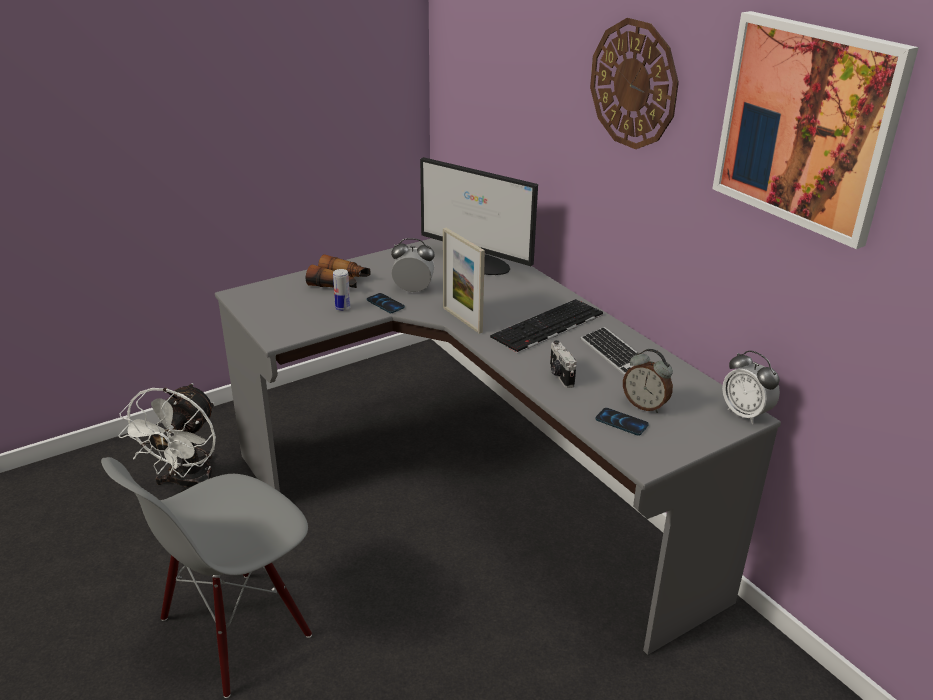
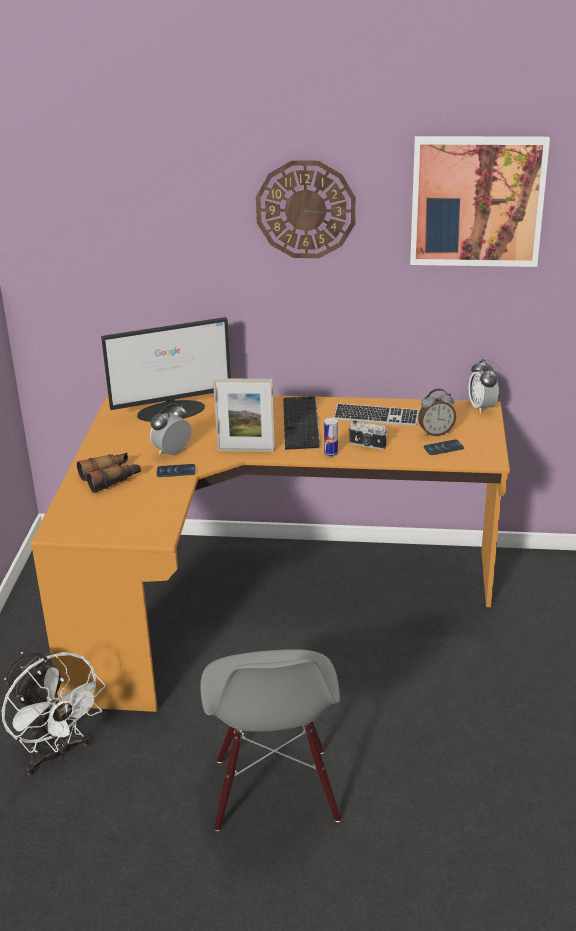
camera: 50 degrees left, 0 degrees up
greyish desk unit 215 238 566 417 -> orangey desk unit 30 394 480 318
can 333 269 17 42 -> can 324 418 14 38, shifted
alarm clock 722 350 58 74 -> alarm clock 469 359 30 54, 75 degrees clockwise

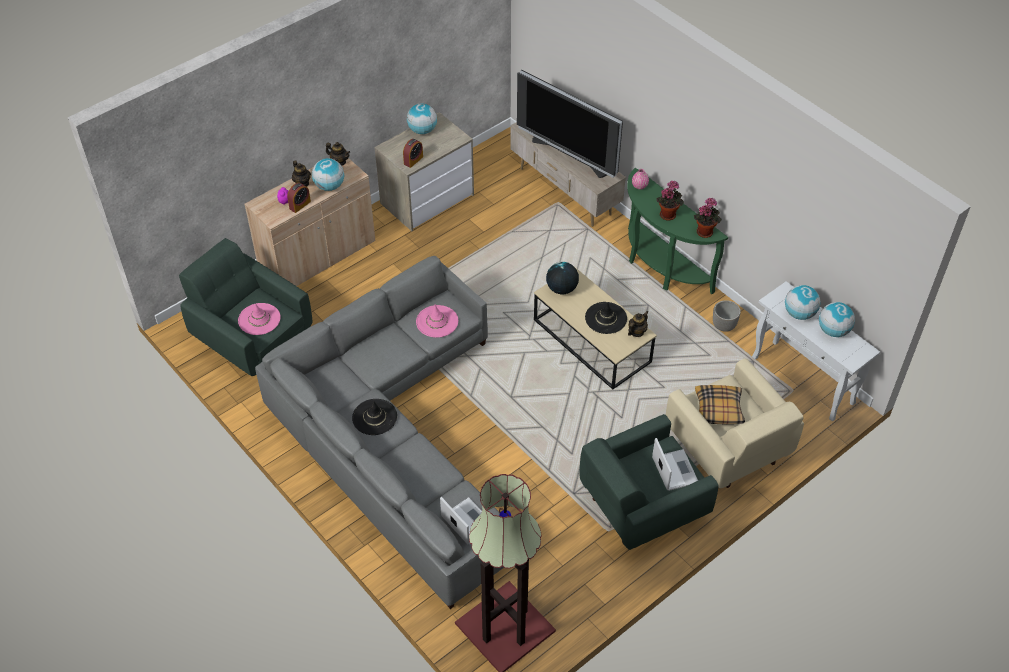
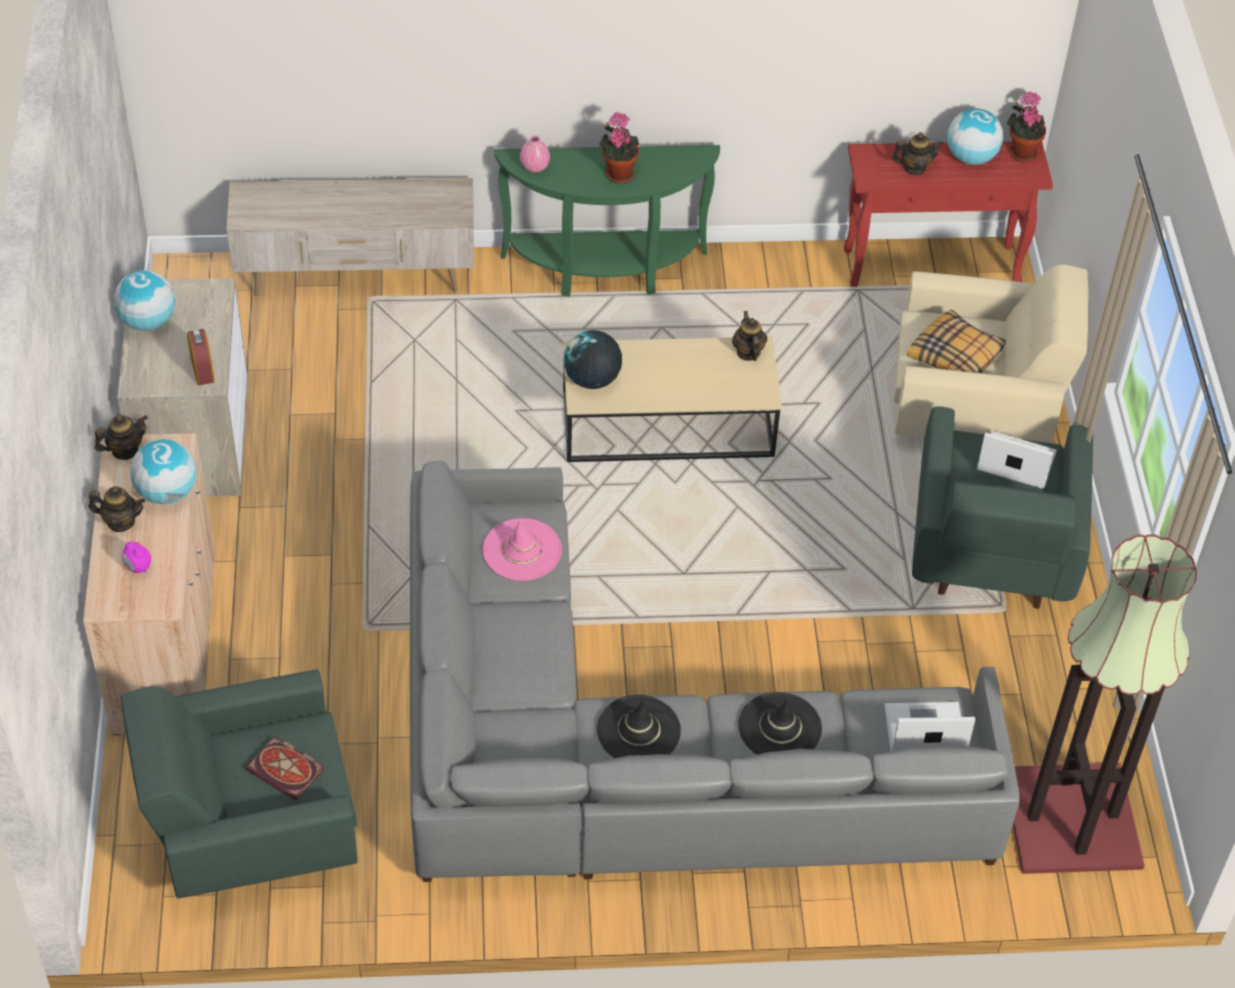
camera: 55 degrees left, 0 degrees up
TV 517 70 106 108 -> none
alarm clock 287 183 24 30 -> none
potted plant 694 198 27 40 -> potted plant 1007 91 39 71, shifted
white-coloured console table 752 281 128 140 -> red console table 844 141 209 146
world globe 785 285 36 35 -> pot for tea 891 132 52 43
plant pot 713 300 28 32 -> none
blackish wearable hat 585 302 42 32 -> blackish wearable hat 738 692 84 63, shifted
pink wearable hat 238 303 43 32 -> volume 245 736 79 65

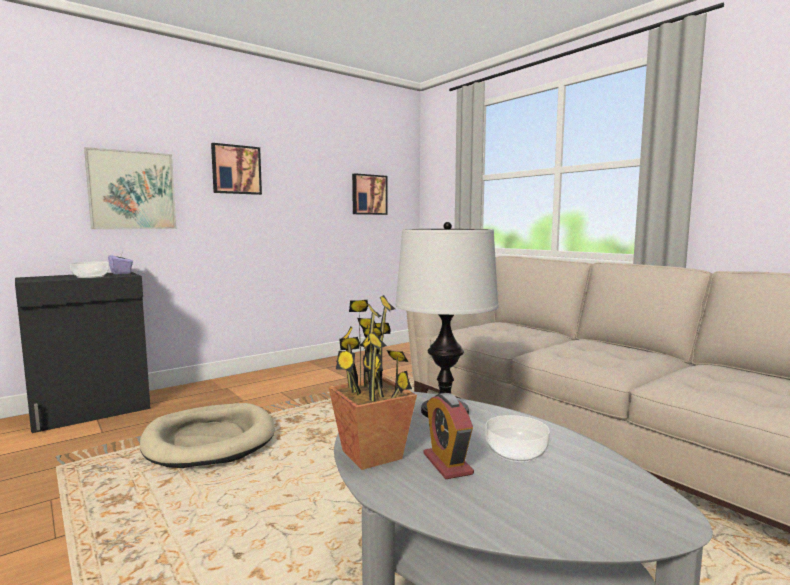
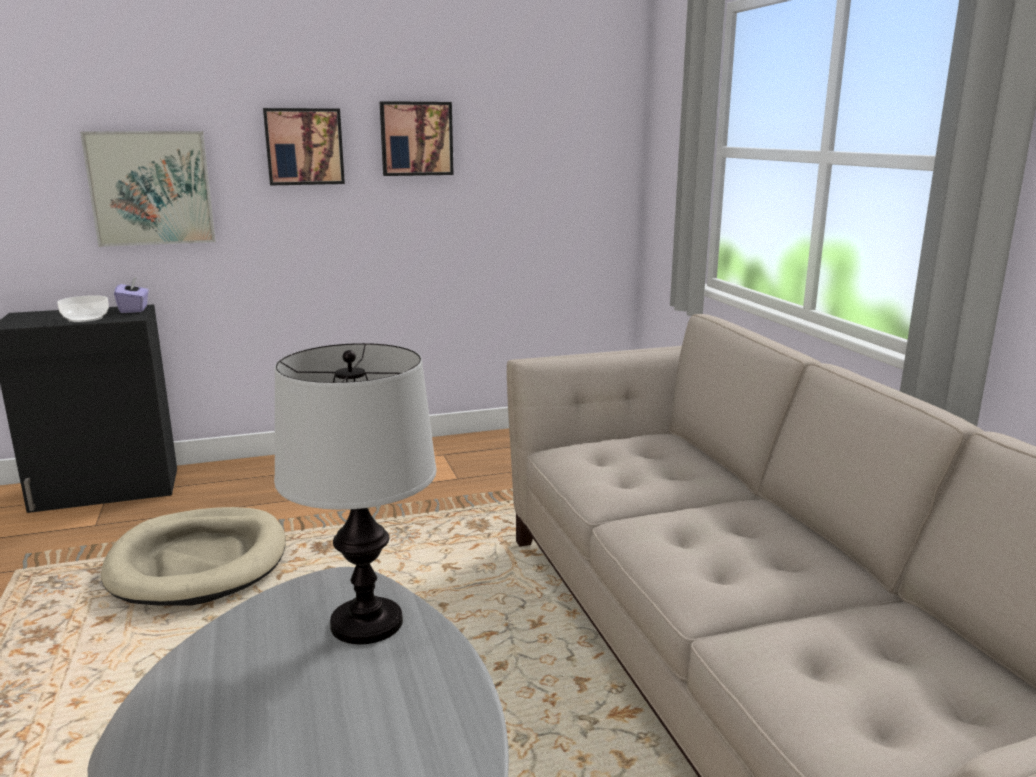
camera: 20 degrees right, 10 degrees up
picture 352 173 36 42 -> picture 380 101 74 75, shifted
potted plant 329 295 88 175 -> none
alarm clock 424 393 50 86 -> none
bowl 485 415 65 48 -> none

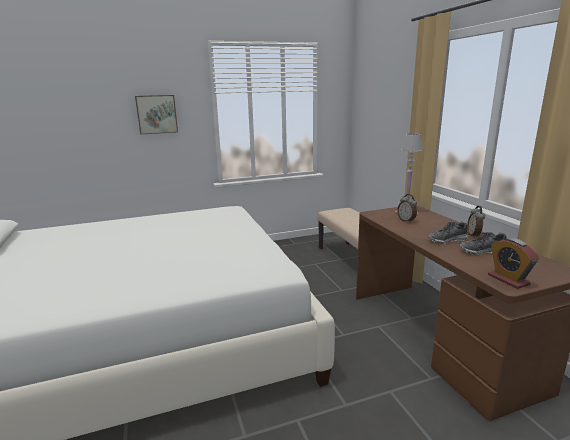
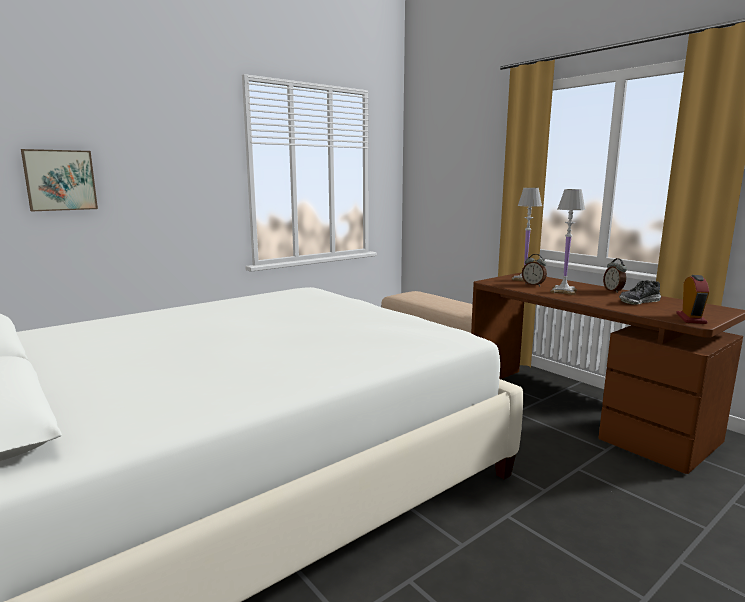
camera: 20 degrees left, 5 degrees down
picture 135 95 43 40 -> picture 21 149 77 62, shifted
low shoe 428 222 41 22 -> none
alarm clock 488 238 51 51 -> alarm clock 676 275 33 49, 120 degrees counterclockwise
none -> white-coloured lamp for a table 551 189 34 106

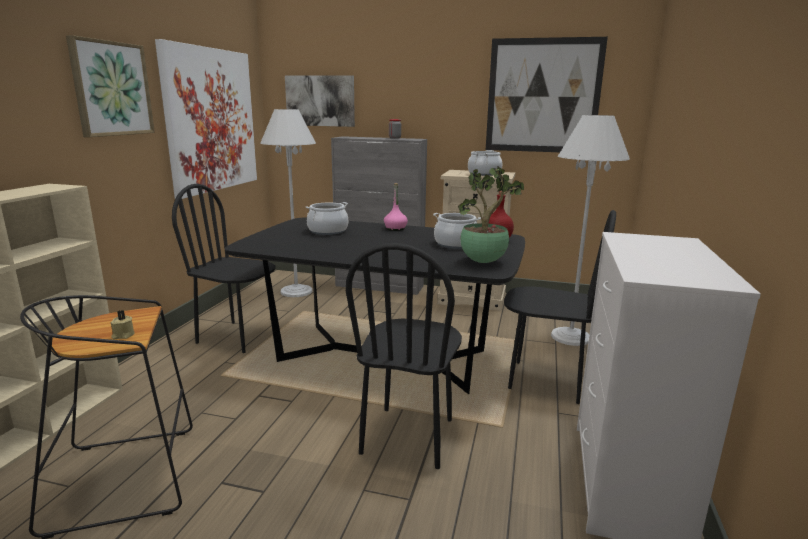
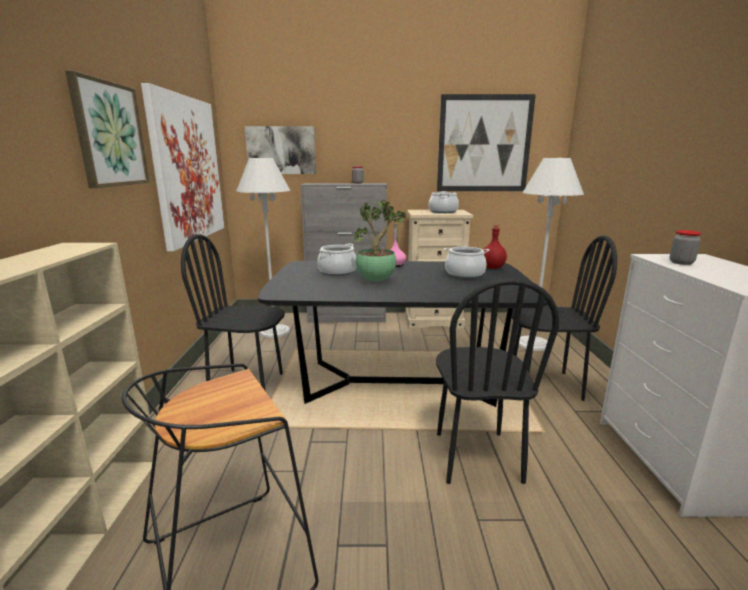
camera: 15 degrees left, 0 degrees up
potted plant 458 166 66 97 -> potted plant 353 200 53 82, shifted
beige-coloured wax candle 111 310 23 30 -> none
none -> preserve jar 670 230 31 35

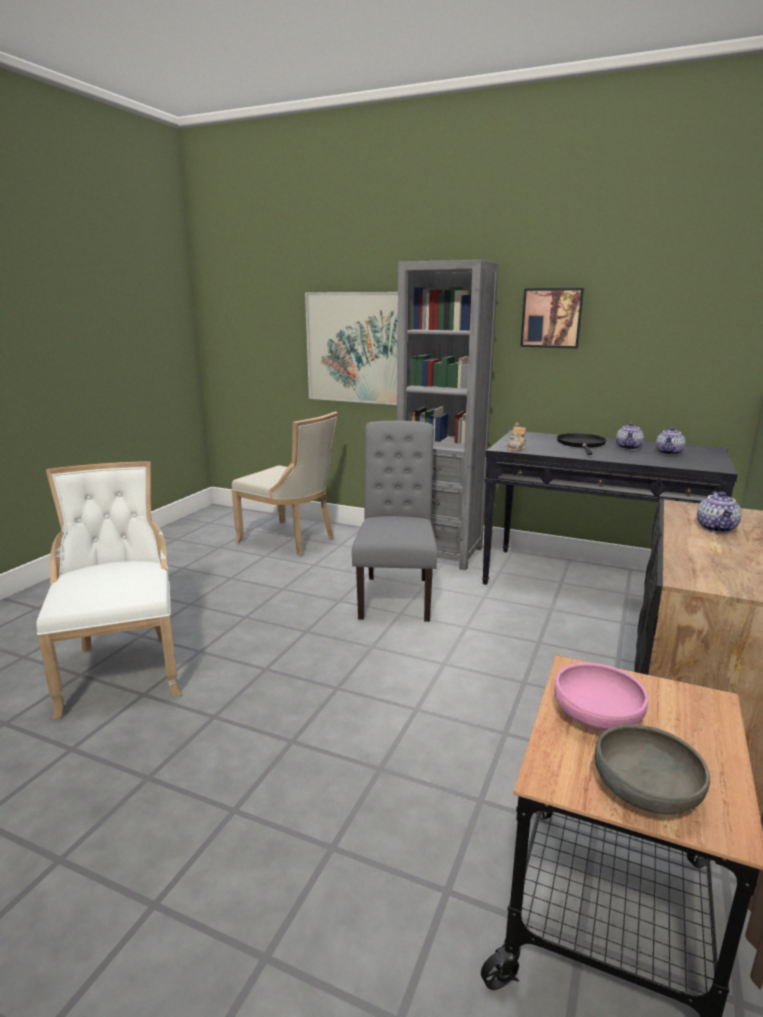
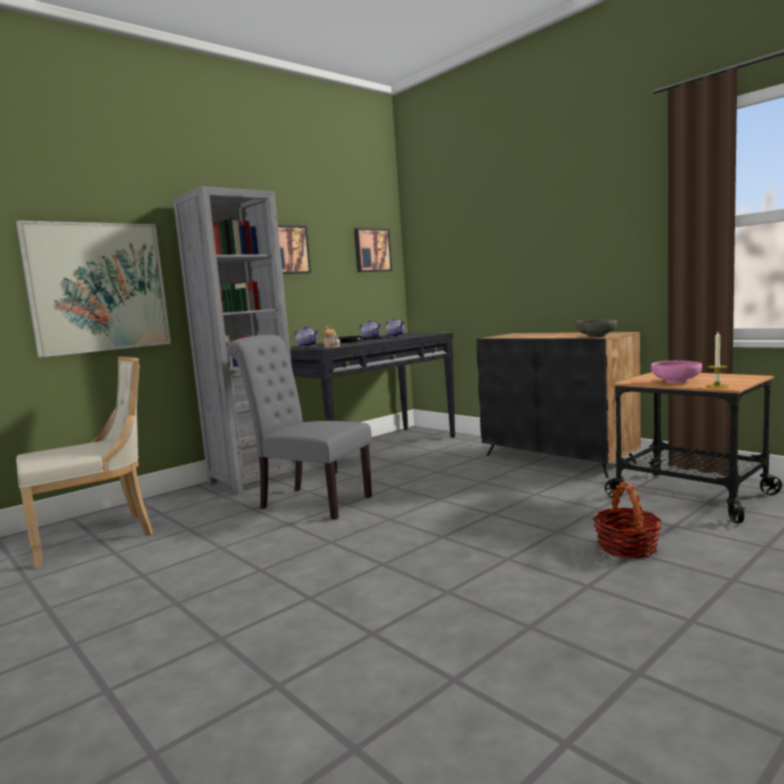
camera: 65 degrees left, 10 degrees down
white-coloured upright chair 36 461 145 258 -> none
pot for tea 697 491 45 42 -> pot for tea 294 326 24 21, shifted
greyish bowl 595 724 115 90 -> greyish bowl 576 319 41 18, shifted
none -> picture 354 228 38 44
none -> wax candle 706 332 23 56
none -> storage basket 592 482 70 77

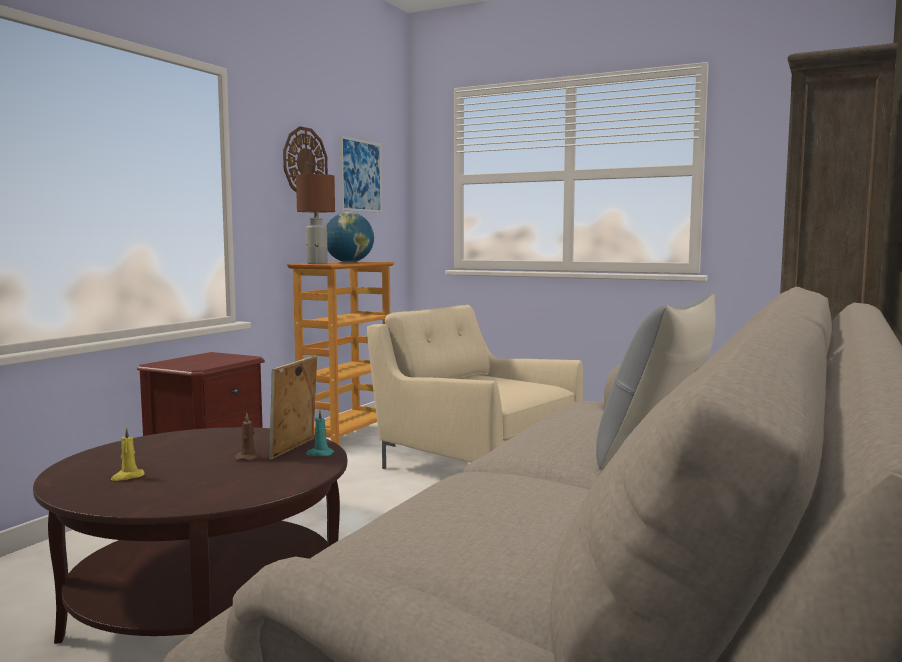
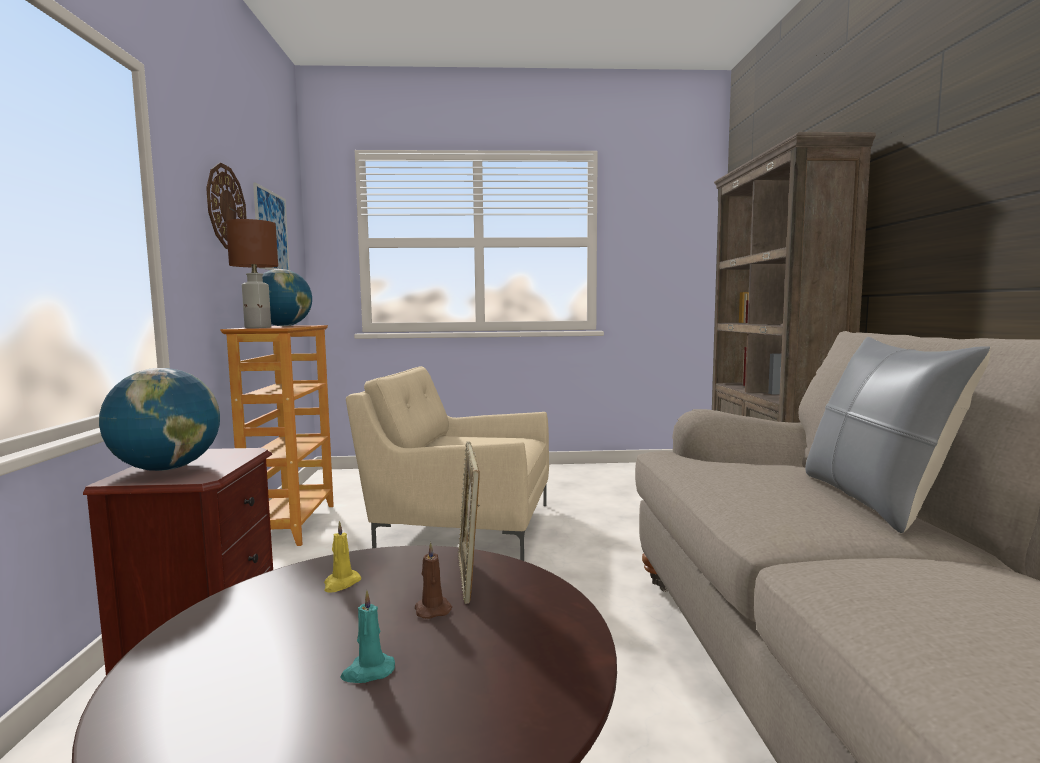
camera: 30 degrees left, 0 degrees up
turquoise wax candle 306 410 28 46 -> turquoise wax candle 341 590 54 93, shifted
yellowish wax candle 111 427 33 54 -> yellowish wax candle 324 521 37 72, shifted
none -> world globe 99 368 121 103

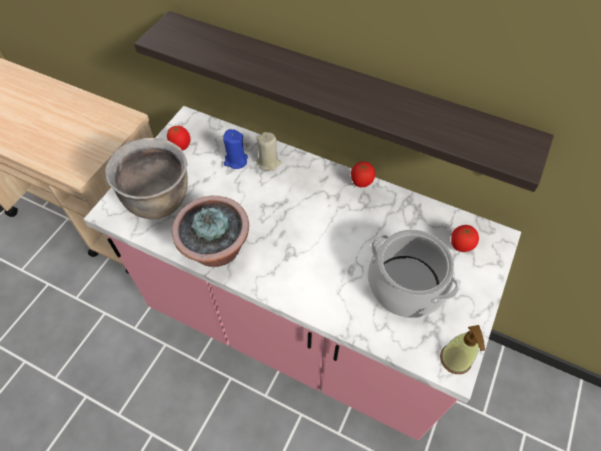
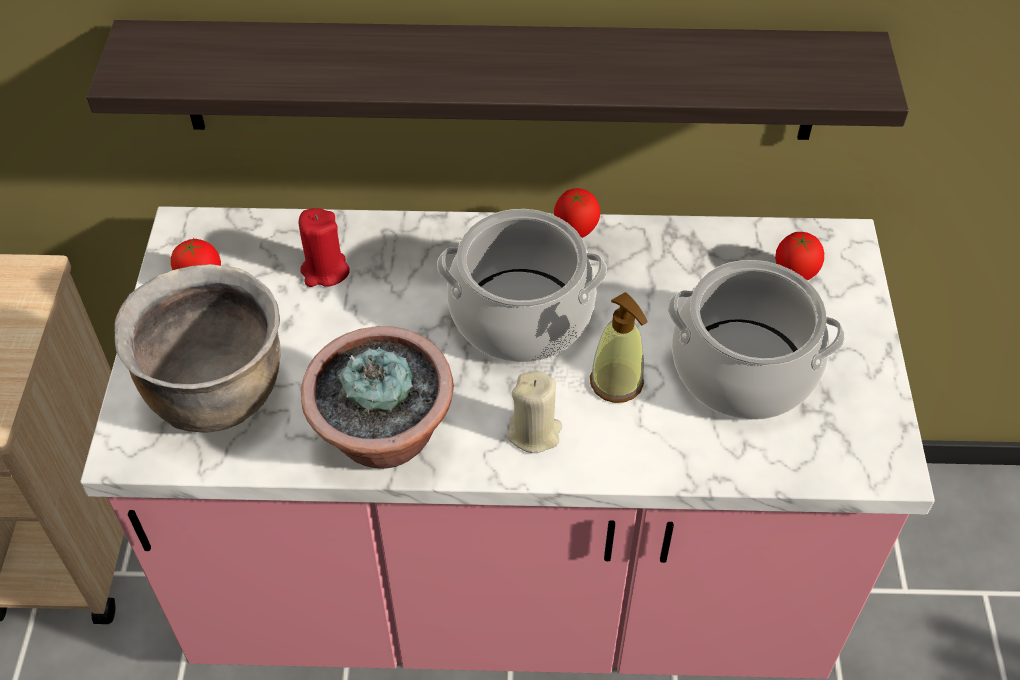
camera: 25 degrees left, 5 degrees down
blue-coloured wax candle 223 129 25 40 -> red wax candle 299 208 51 79
beige-coloured wax candle 256 132 26 39 -> beige-coloured wax candle 507 371 55 82, shifted
soap bottle 440 325 45 49 -> soap bottle 590 292 58 111, shifted
none -> saucepot 437 209 170 153

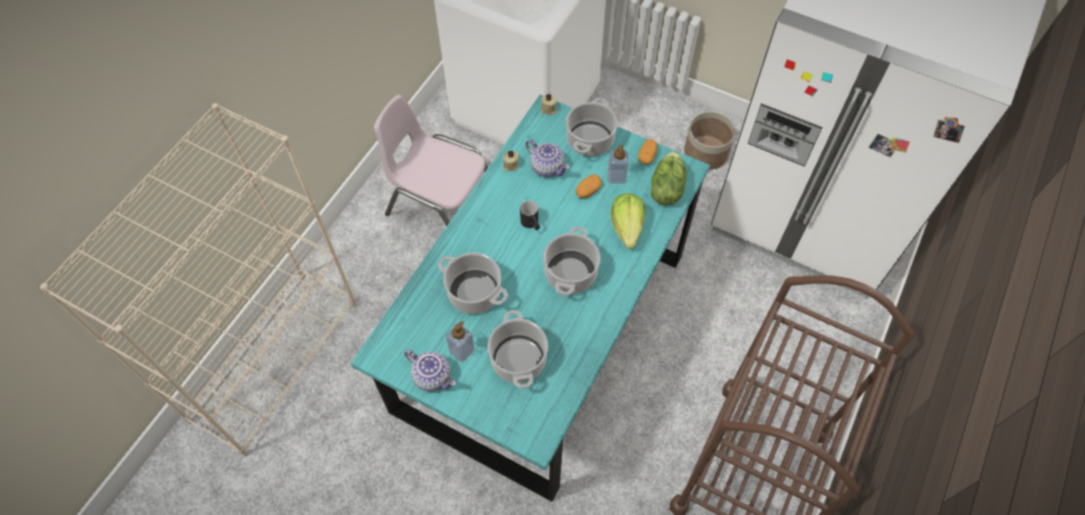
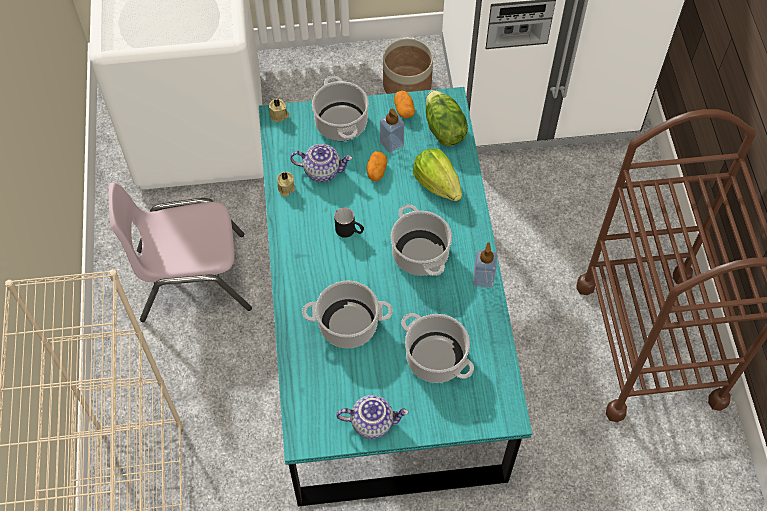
camera: 35 degrees left, 0 degrees up
soap bottle 446 321 29 41 -> soap bottle 473 242 24 46, shifted

